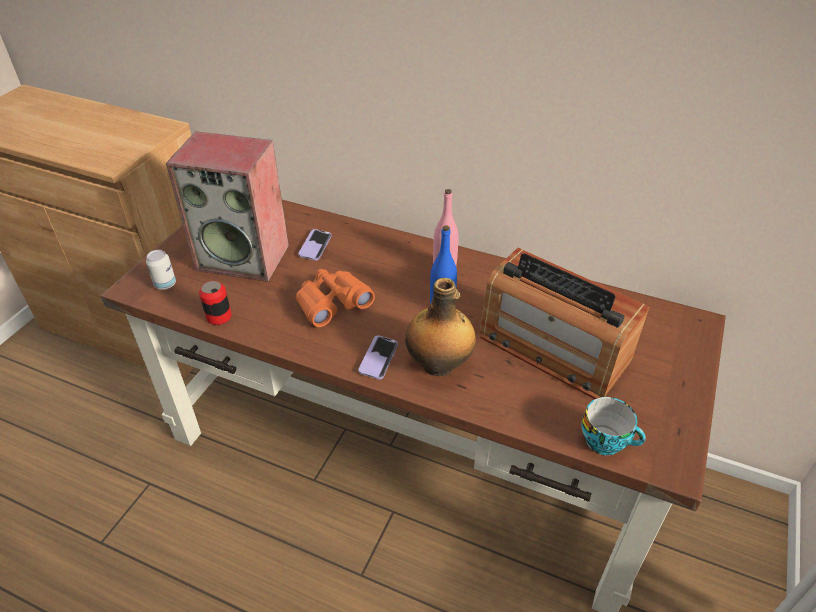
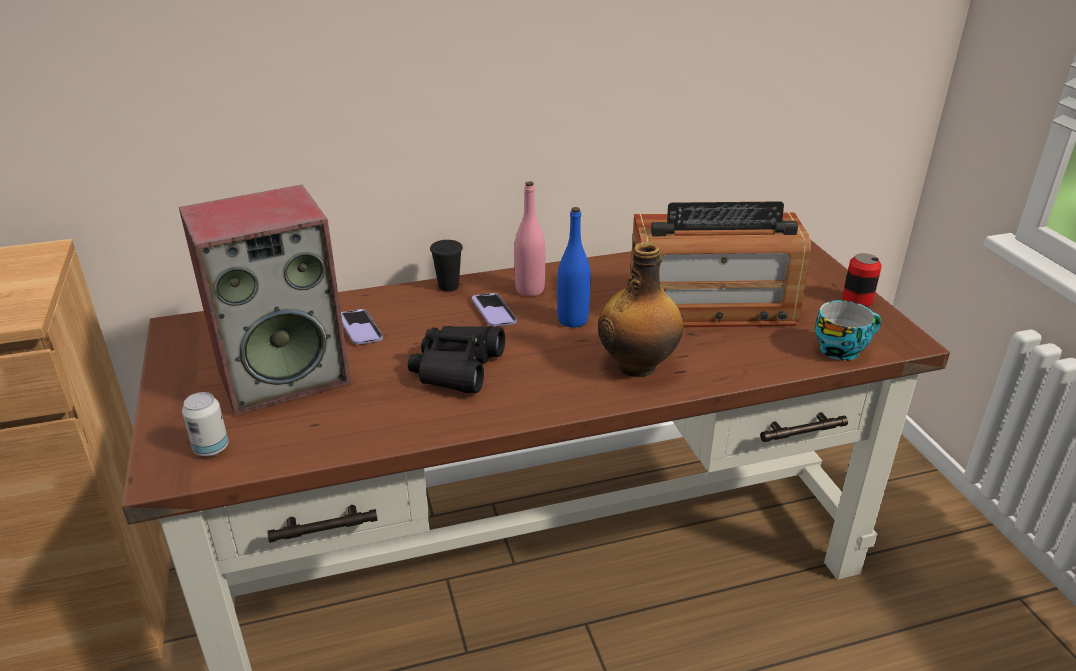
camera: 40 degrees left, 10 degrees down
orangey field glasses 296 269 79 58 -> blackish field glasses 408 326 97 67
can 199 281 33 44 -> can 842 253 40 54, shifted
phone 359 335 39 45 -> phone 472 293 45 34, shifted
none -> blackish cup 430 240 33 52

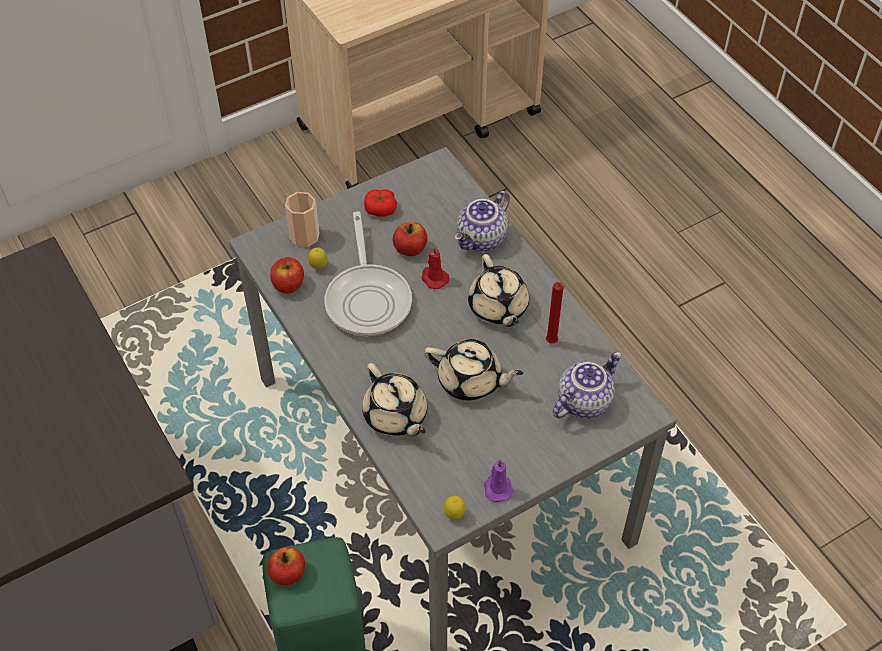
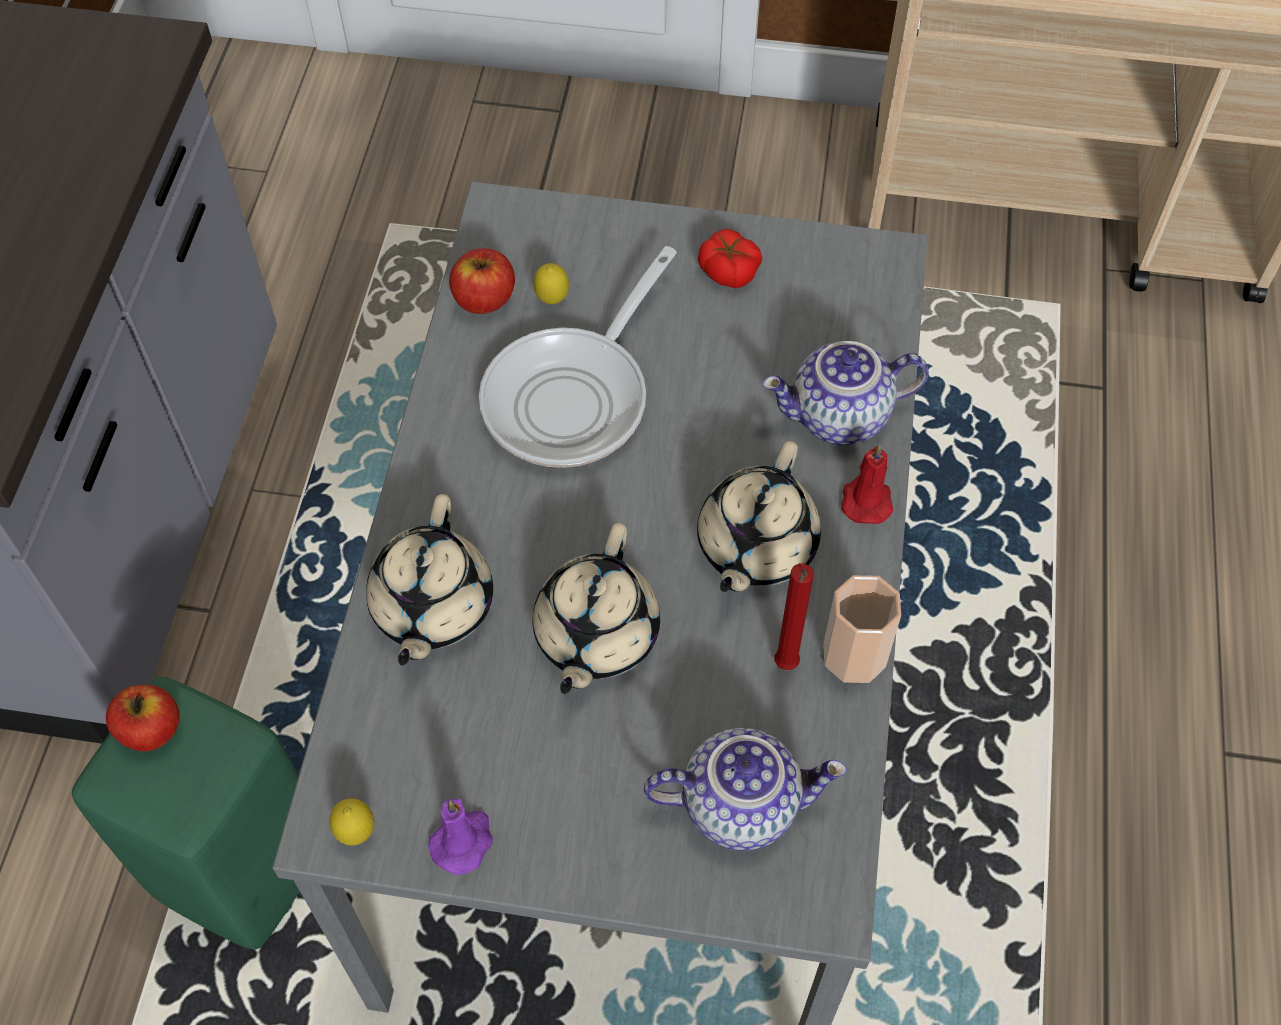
camera: 40 degrees right, 5 degrees up
cup 285 192 34 55 -> cup 823 575 78 108, shifted
apple fruit 393 222 34 34 -> none
red wax candle 421 246 28 43 -> red wax candle 841 444 53 80, shifted
beige-coloured pot for tea 424 339 99 62 -> beige-coloured pot for tea 533 523 127 171, 45 degrees clockwise

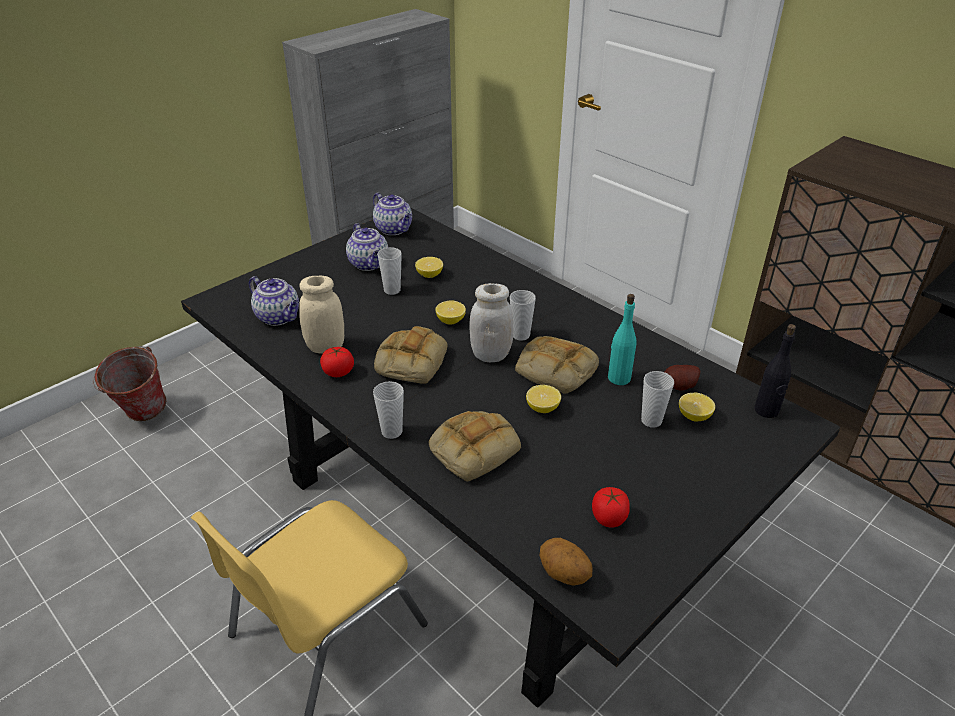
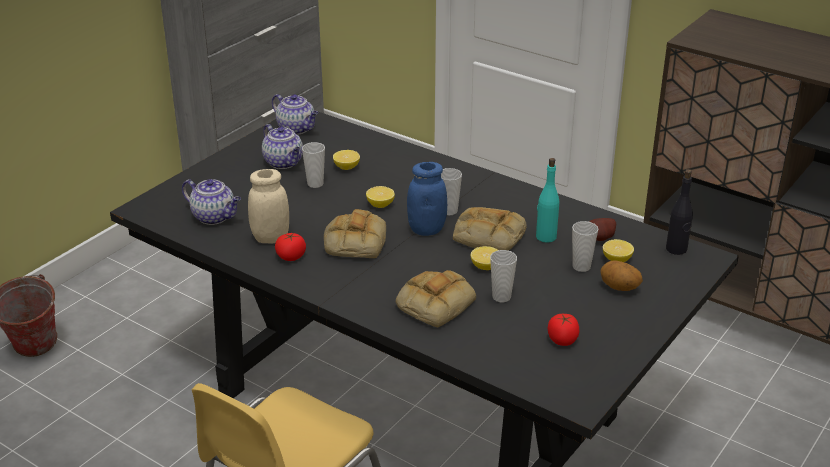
camera: 10 degrees left, 5 degrees down
white-coloured preserve jar 469 283 44 79 -> blue-coloured preserve jar 407 162 40 74
cup 373 381 31 58 -> cup 490 250 27 52, shifted
spud 539 538 54 48 -> spud 600 260 43 31, shifted

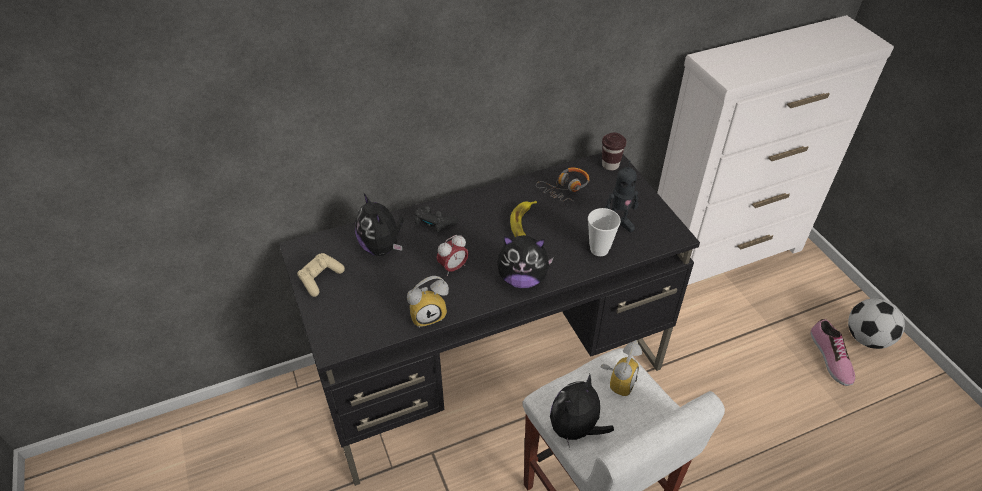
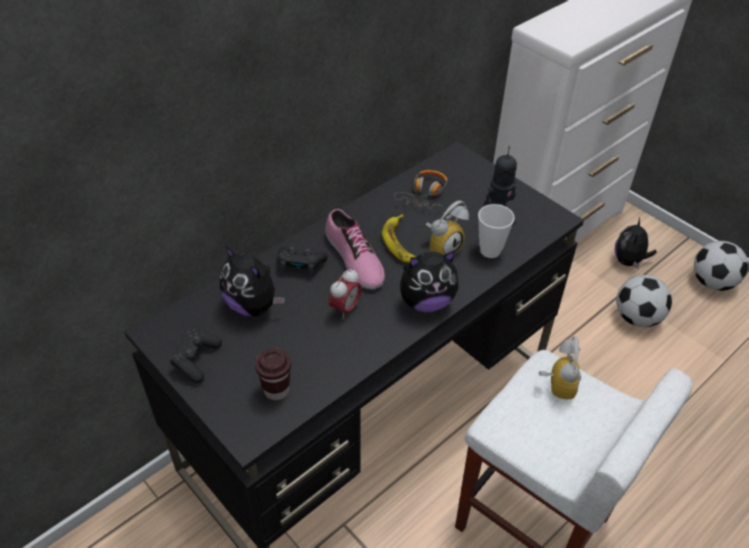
camera: 20 degrees left, 0 degrees up
brown-coloured cup 602 132 25 38 -> brown-coloured cup 255 348 36 52, shifted
beige-coloured game controller 297 253 48 44 -> blackish game controller 170 329 52 54
alarm clock 407 276 42 52 -> alarm clock 426 200 43 55, shifted
low shoe 811 319 44 67 -> low shoe 325 209 60 81, shifted
cuddly toy 550 374 64 74 -> cuddly toy 615 217 42 52, shifted
none -> ball for football 616 275 56 52

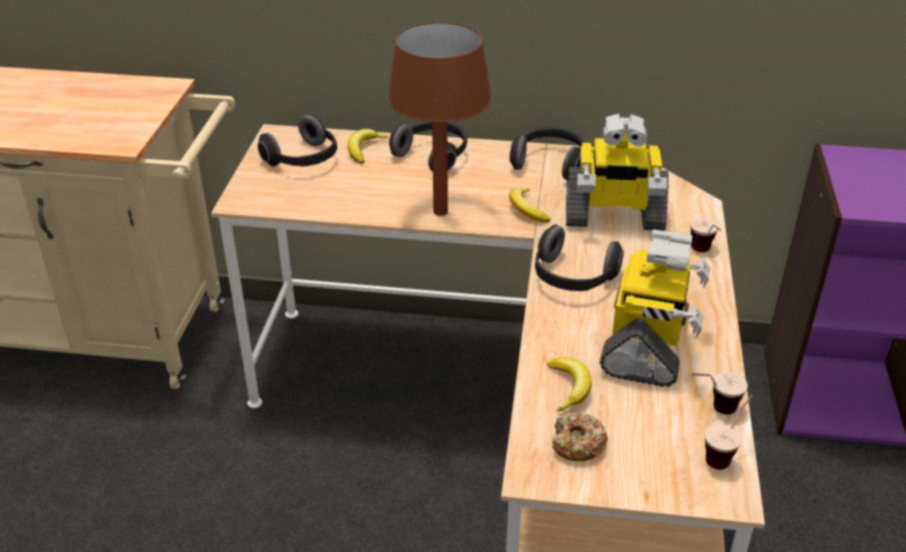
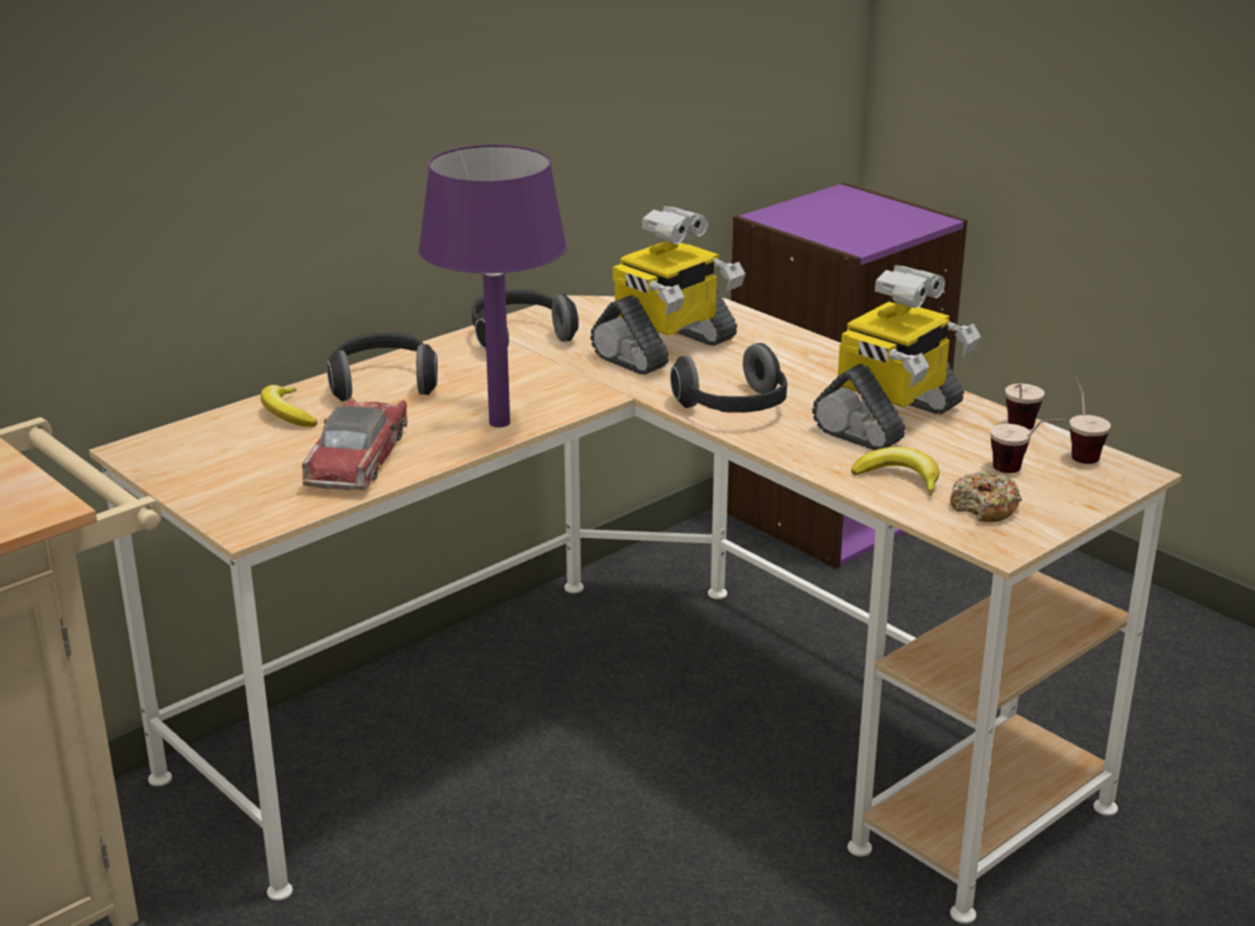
camera: 50 degrees left, 10 degrees down
brown-coloured lamp for a table 387 22 105 194 -> purple lamp for a table 418 145 149 282
pair of headphones 257 114 80 53 -> none
banana 509 188 41 35 -> none
cup 690 217 31 35 -> cup 990 419 77 54, shifted
model robot 600 229 110 158 -> model robot 812 265 169 186, 75 degrees clockwise
none -> model car 302 398 105 92

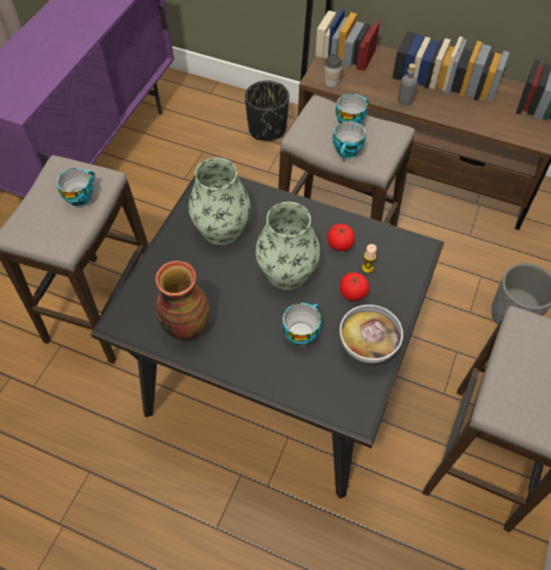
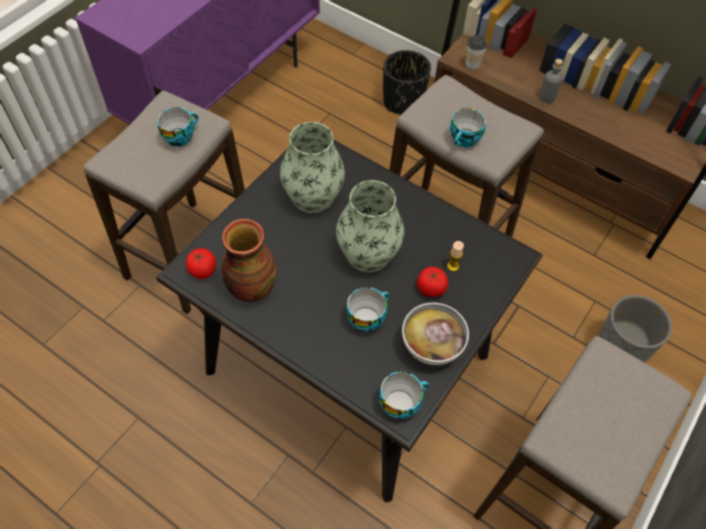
camera: 10 degrees right, 0 degrees up
cup 336 94 33 30 -> cup 379 371 50 48, shifted
fresh tomato 327 224 28 27 -> fresh tomato 186 248 30 31, shifted

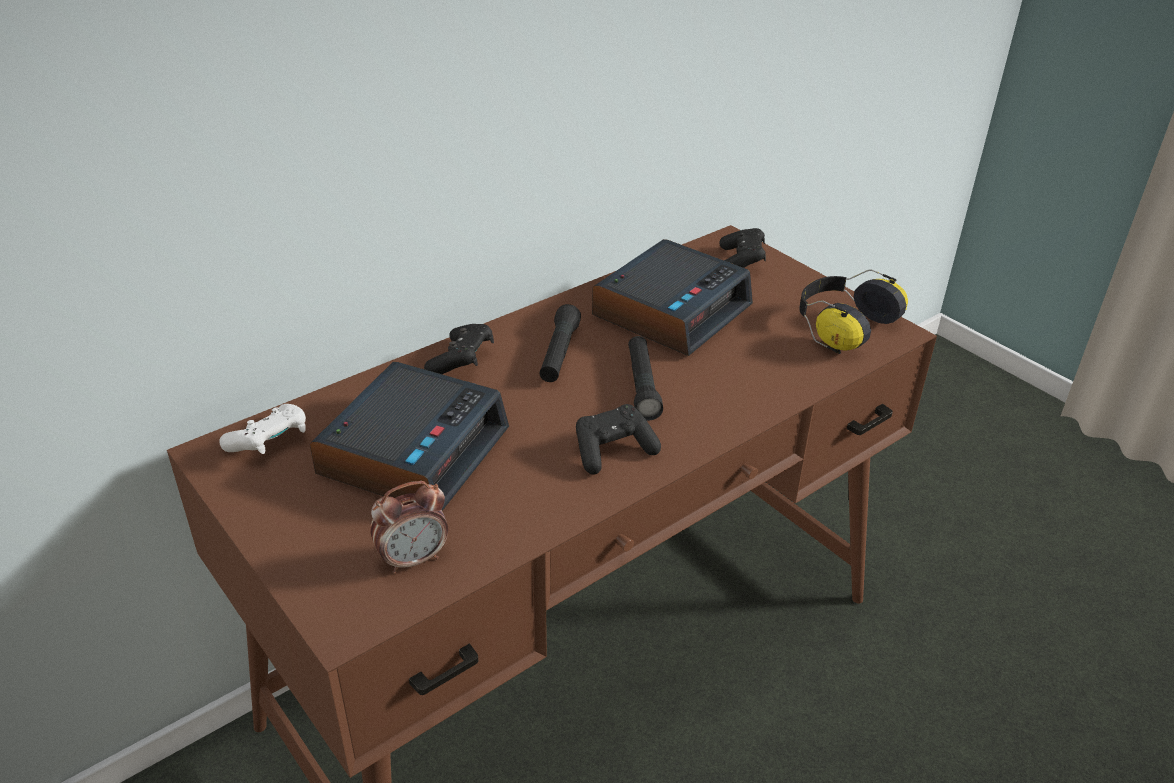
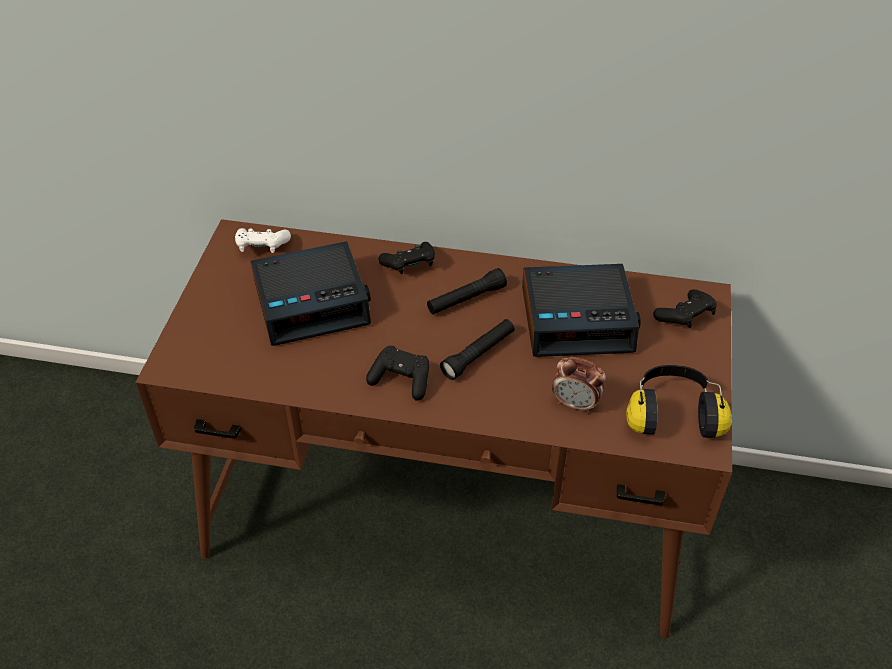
camera: 50 degrees right, 10 degrees up
alarm clock 370 481 79 93 -> alarm clock 552 357 54 56, shifted

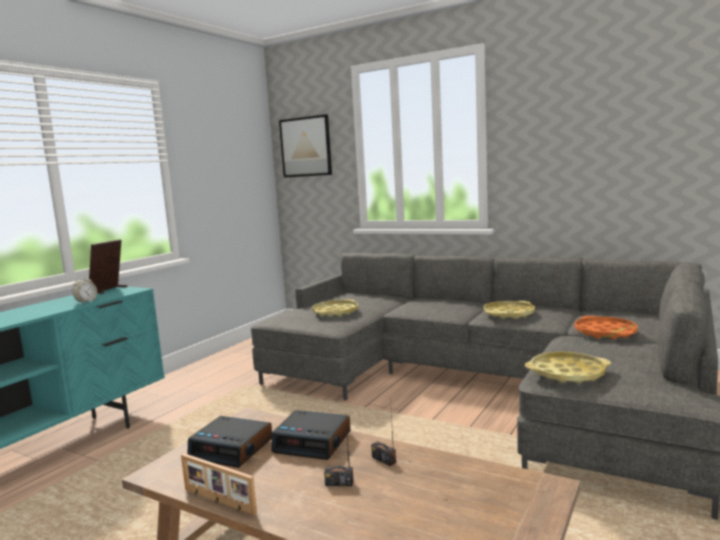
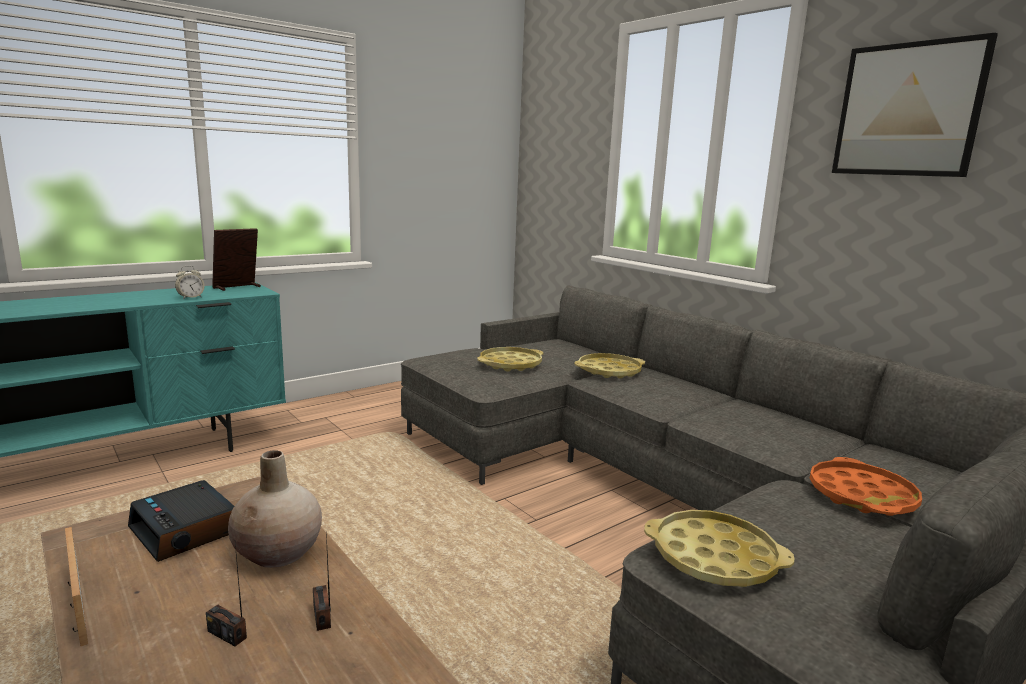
camera: 20 degrees right, 5 degrees up
picture 279 114 53 64 -> picture 832 33 166 144, shifted
yellowish serving tray 484 301 51 18 -> yellowish serving tray 574 353 71 25, shifted
alarm clock 272 410 79 50 -> beige-coloured vase 228 450 94 118

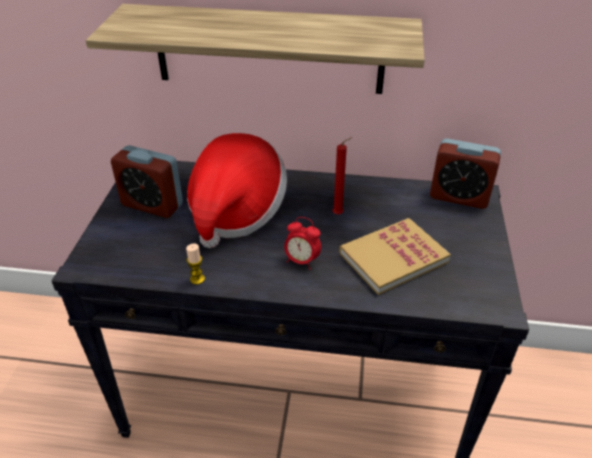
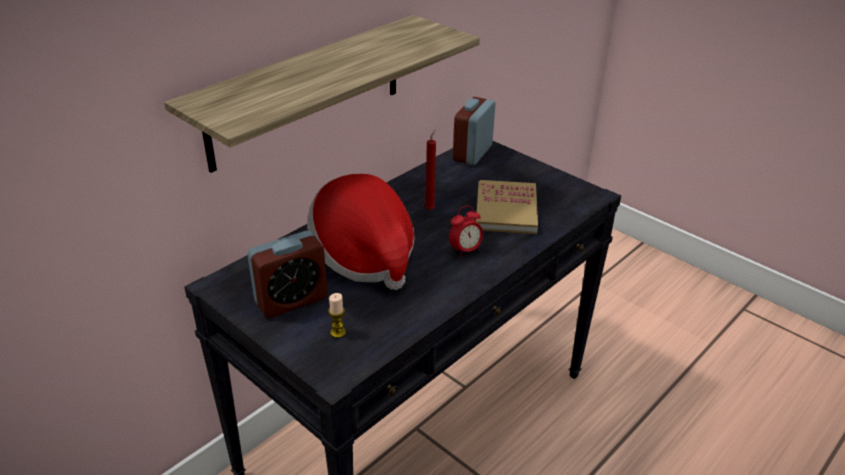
camera: 55 degrees left, 5 degrees down
alarm clock 430 139 71 70 -> alarm clock 453 97 42 68, 150 degrees clockwise
wax candle 186 243 19 42 -> wax candle 328 293 18 45, shifted

